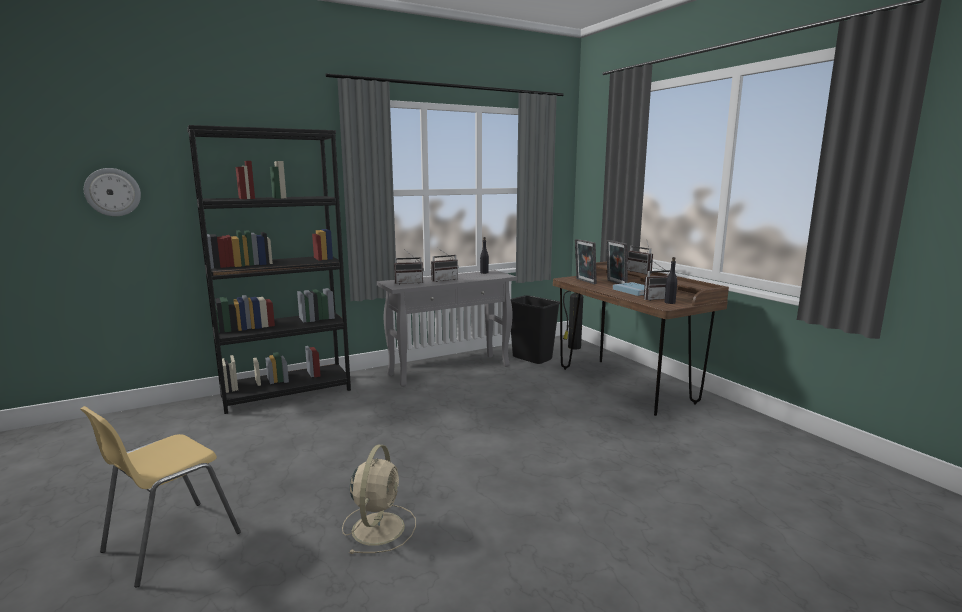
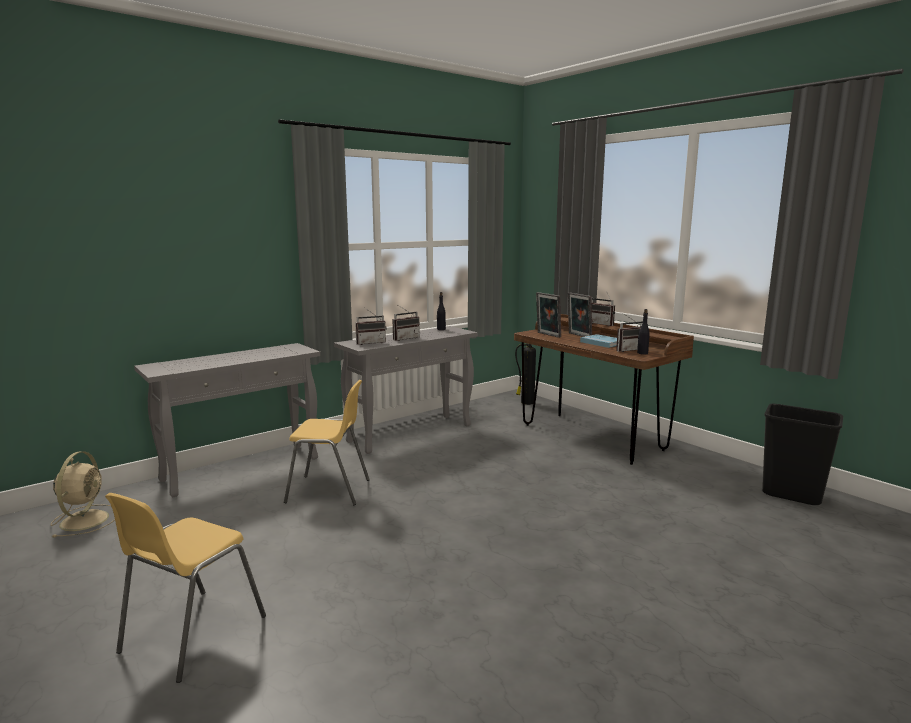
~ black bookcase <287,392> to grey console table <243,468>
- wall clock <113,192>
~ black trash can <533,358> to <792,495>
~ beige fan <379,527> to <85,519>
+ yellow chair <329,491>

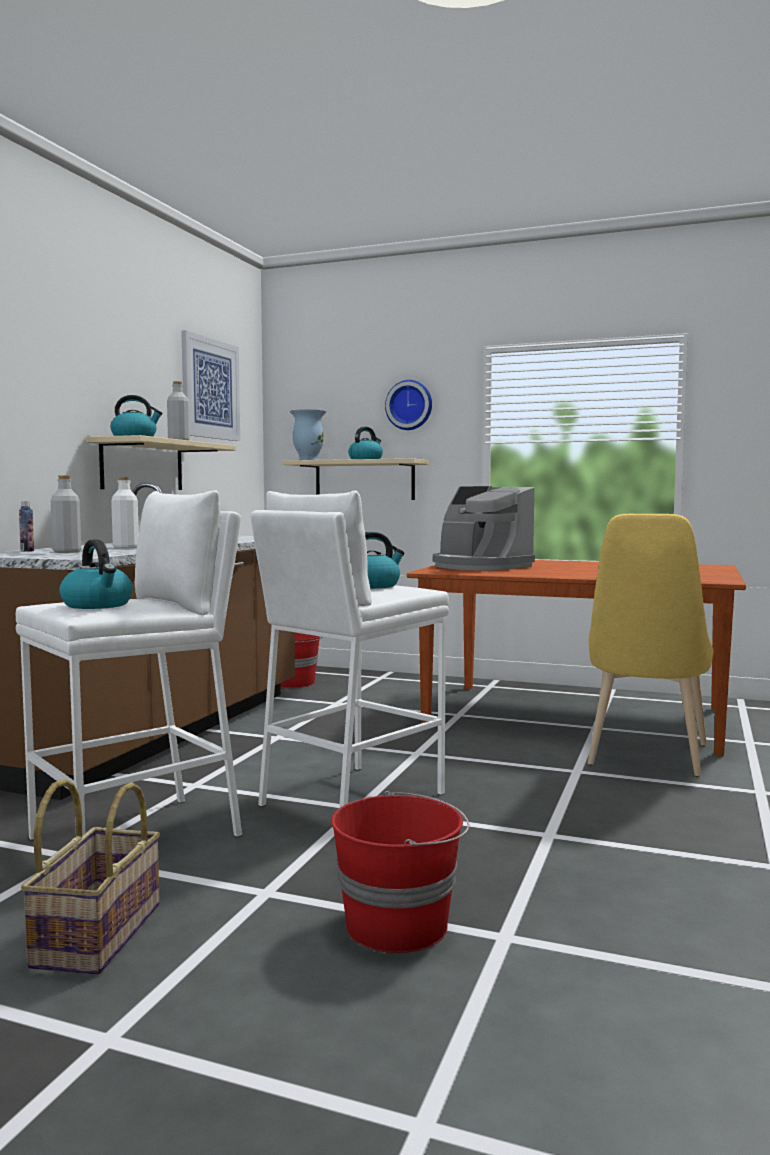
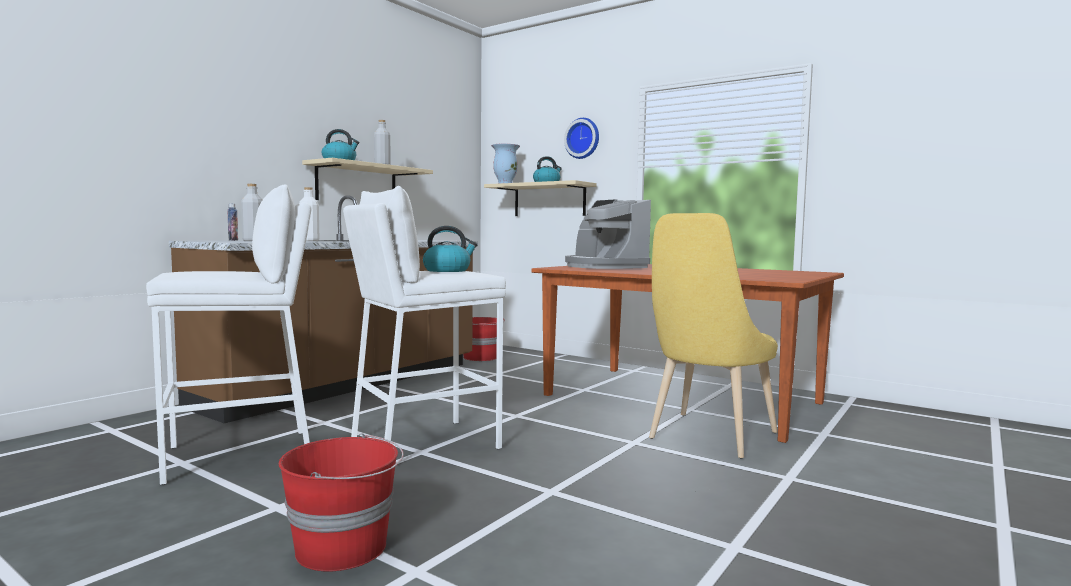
- picture <210,389>
- kettle <98,605>
- basket <96,934>

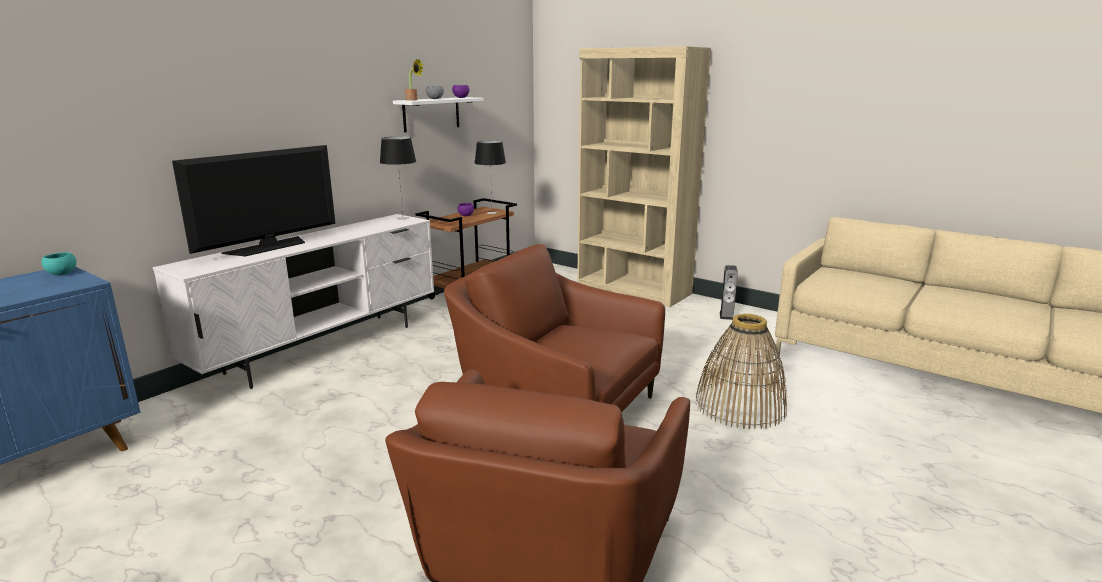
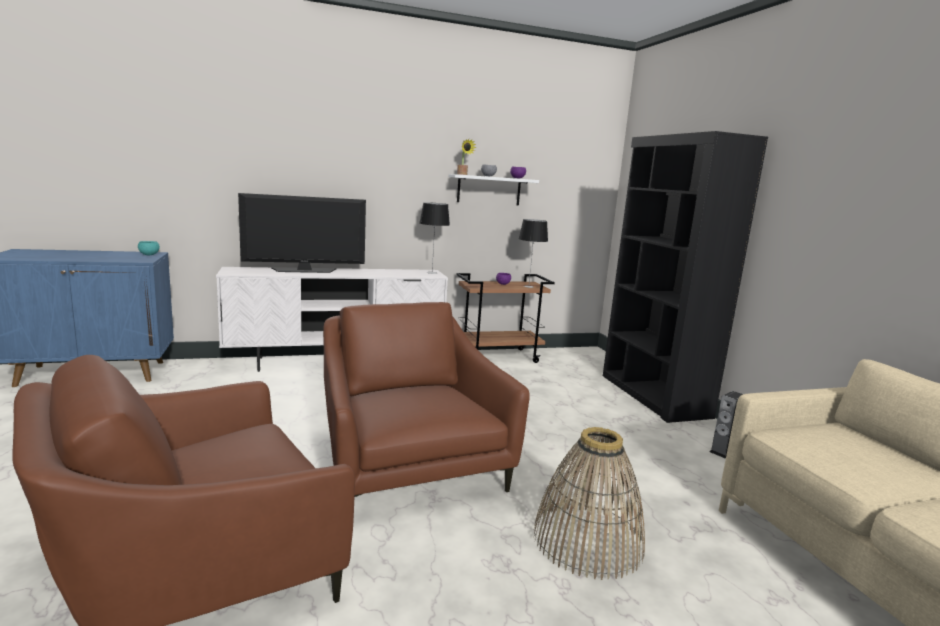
~ beige bookcase <633,289> to black bookcase <653,396>

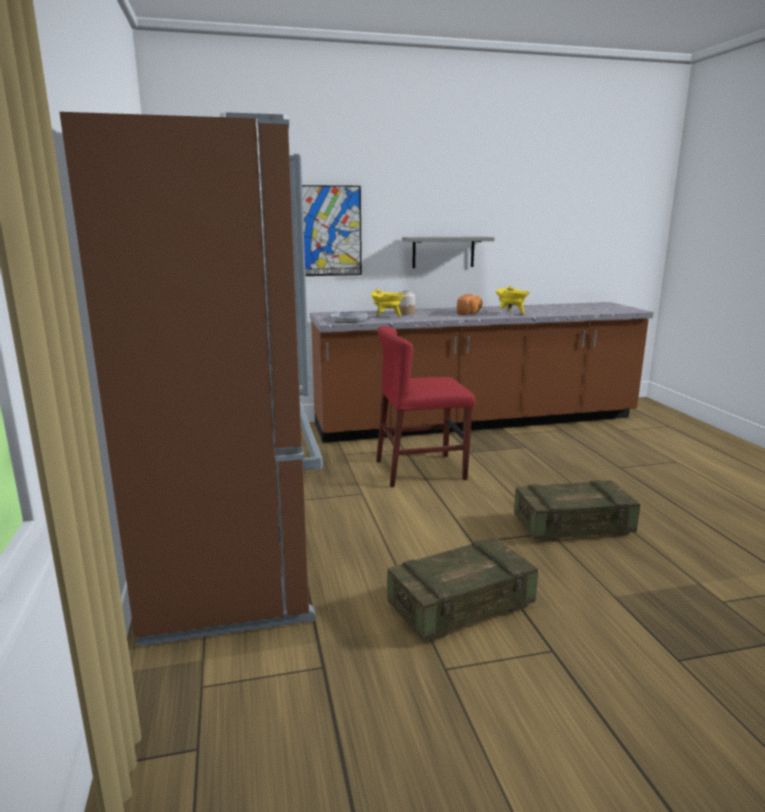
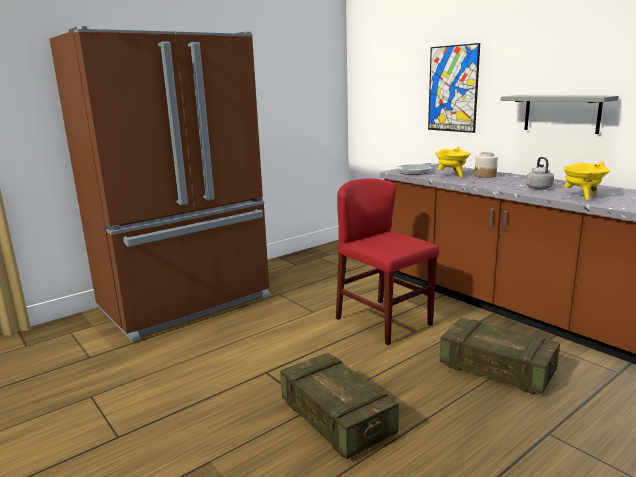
~ bread <470,313> to grey kettle <538,188>
~ crate <461,607> to <496,369>

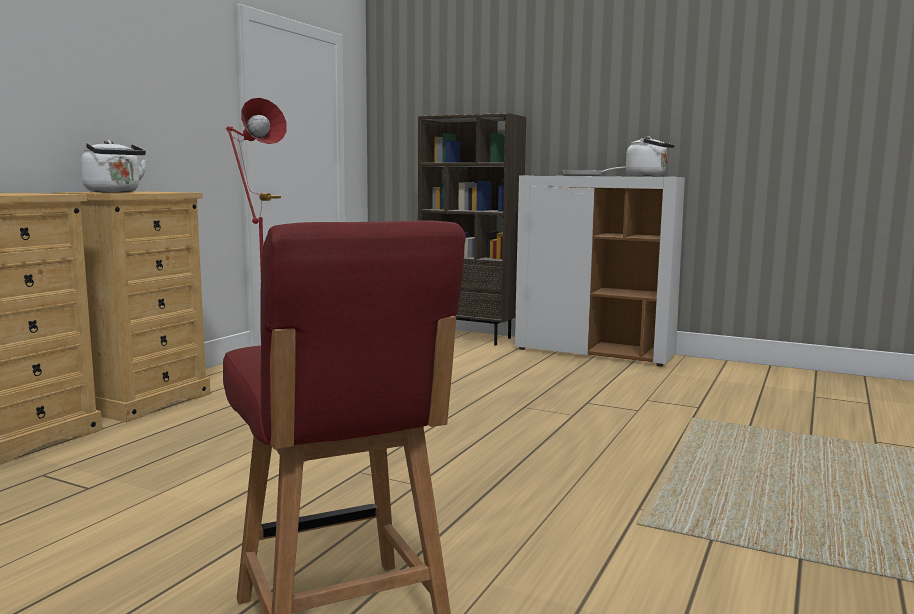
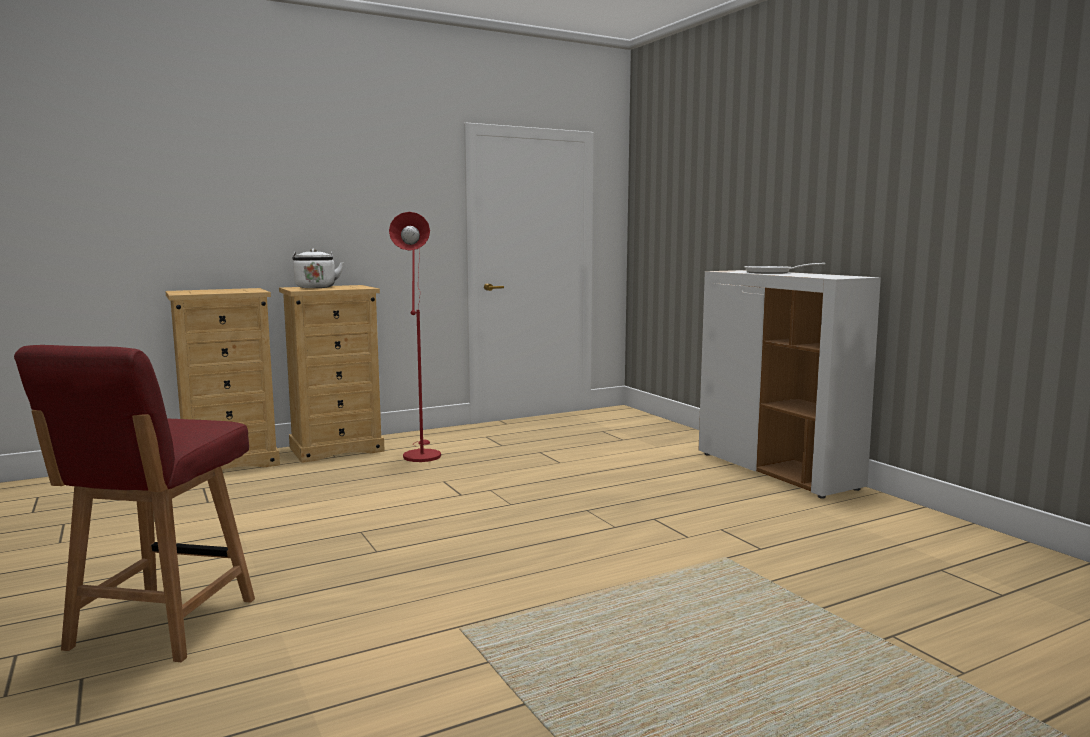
- brown bookcase <469,337>
- white kettle <648,176>

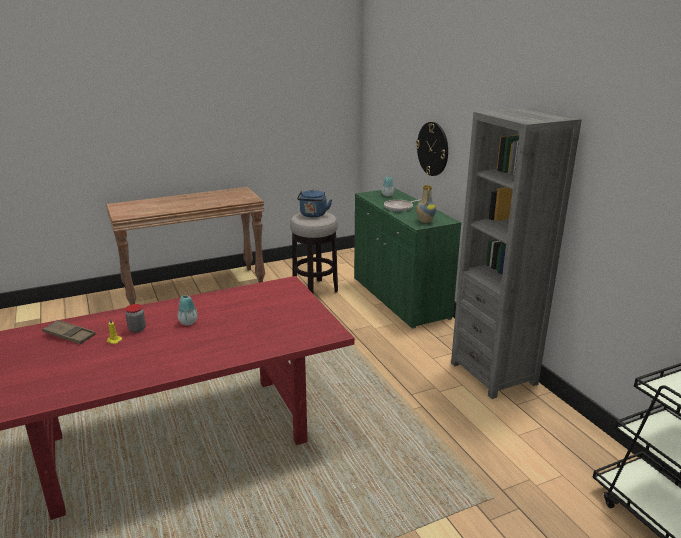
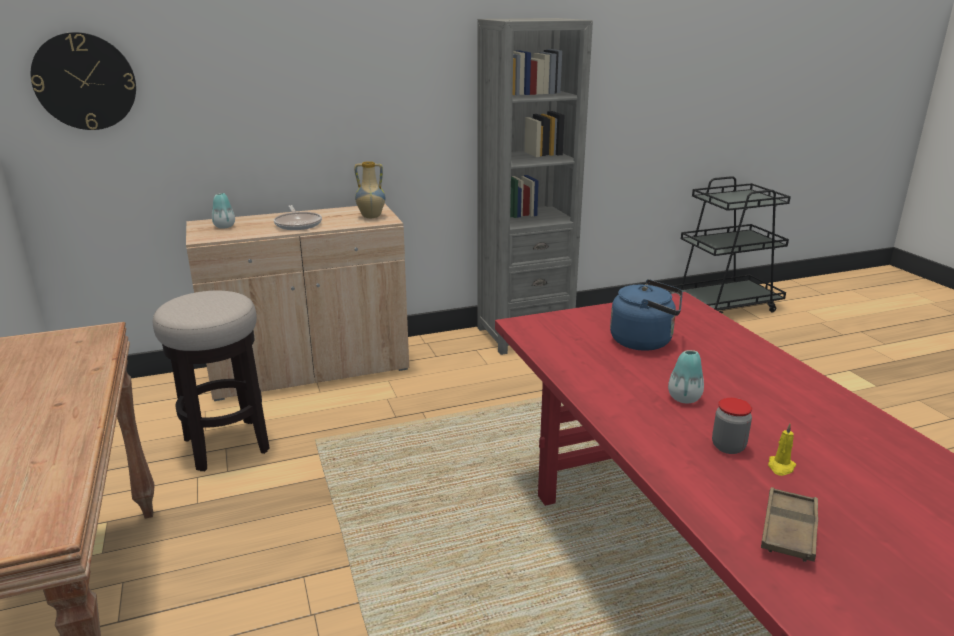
~ wall clock <433,149> to <85,82>
~ green cabinet <399,298> to beige cabinet <310,369>
~ blue kettle <313,215> to <645,341>

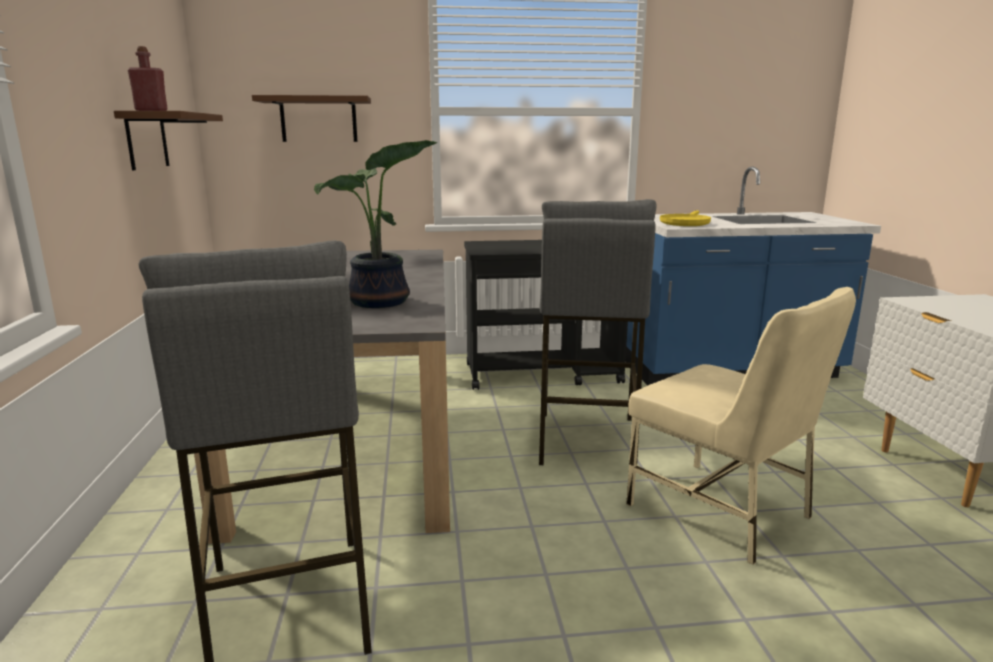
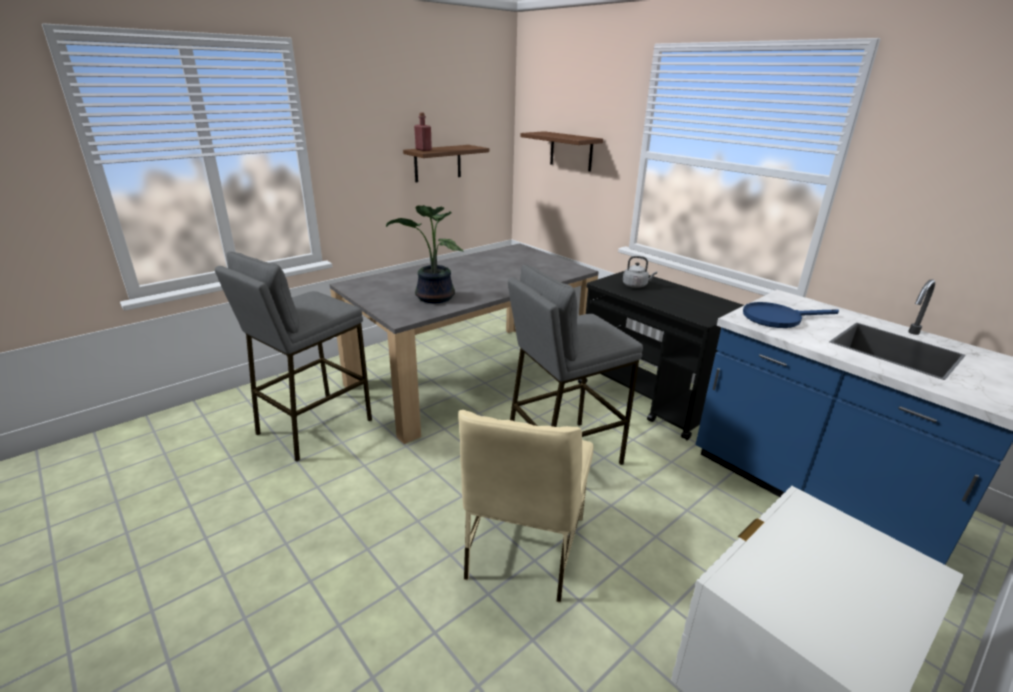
~ yellow frying pan <685,222> to blue frying pan <778,318>
+ grey kettle <636,285>

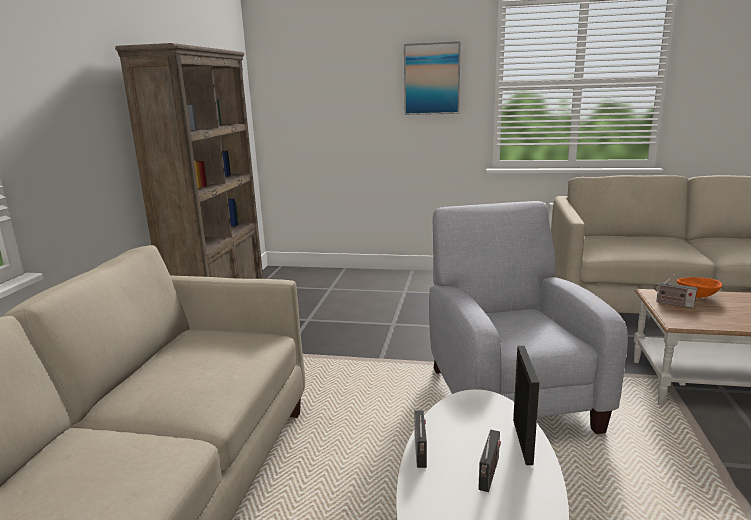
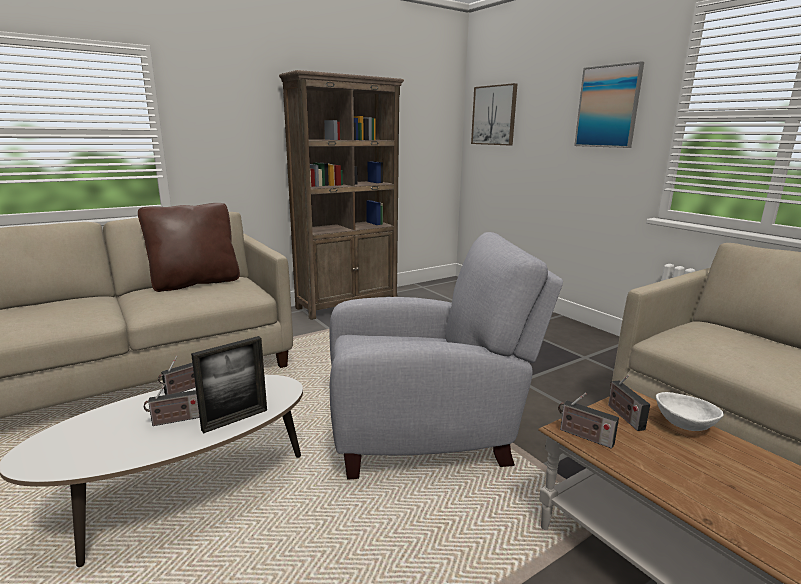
~ grey armchair <508,394> = <427,432> 45 degrees clockwise
~ orange bowl <696,296> to white bowl <683,426>
+ picture <494,115>
+ brown pillow <195,283>
+ radio <583,436>

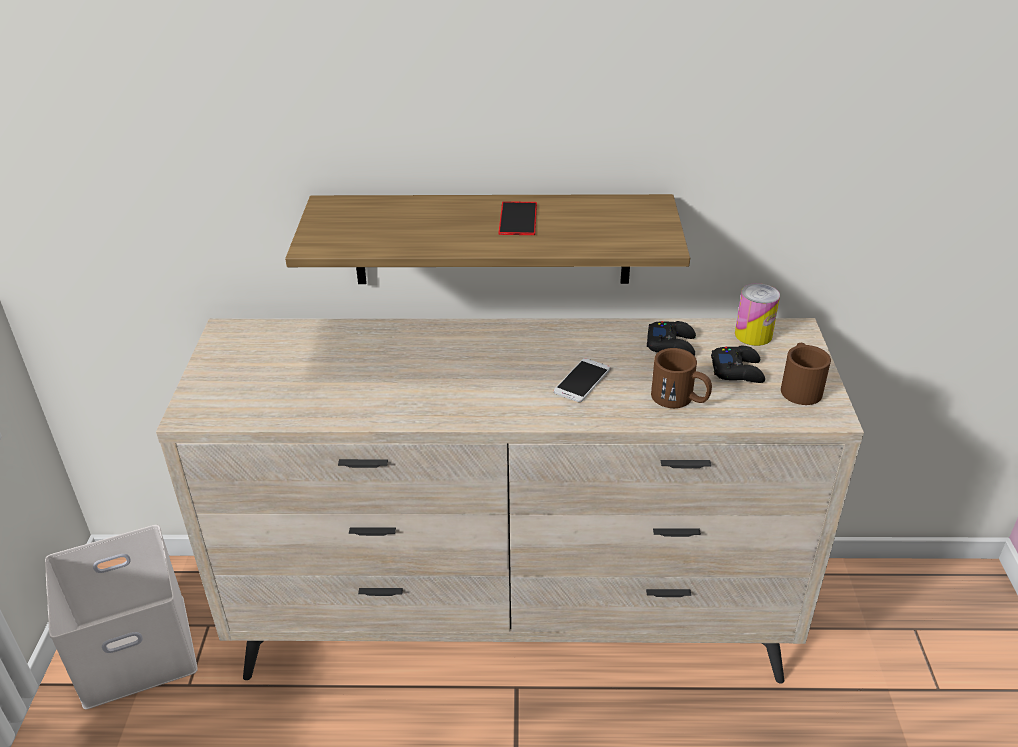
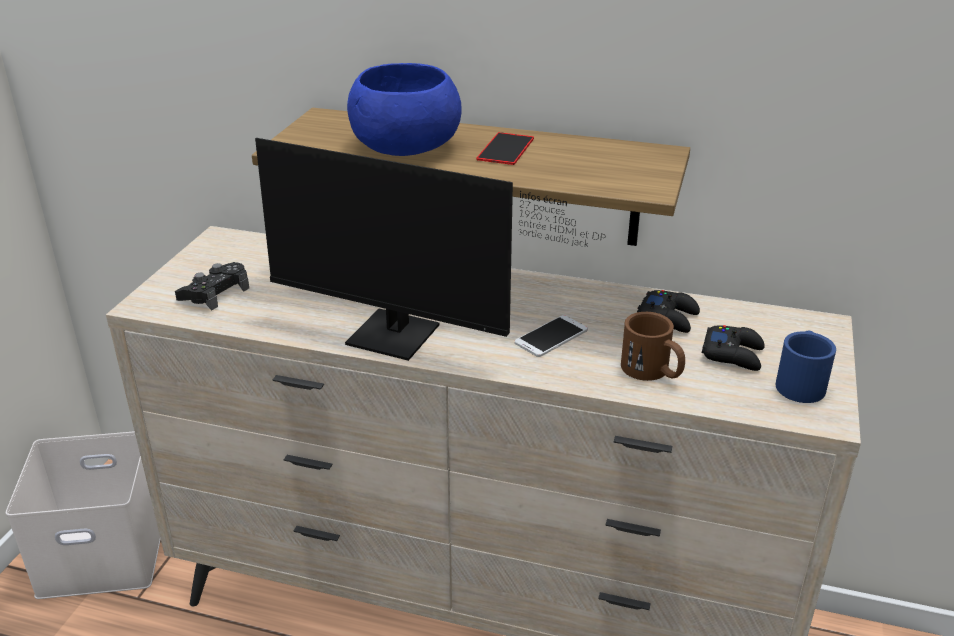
- can <753,335>
~ brown mug <799,386> to blue mug <800,382>
+ blue bowl <404,147>
+ monitor <403,339>
+ black game controller <215,293>

